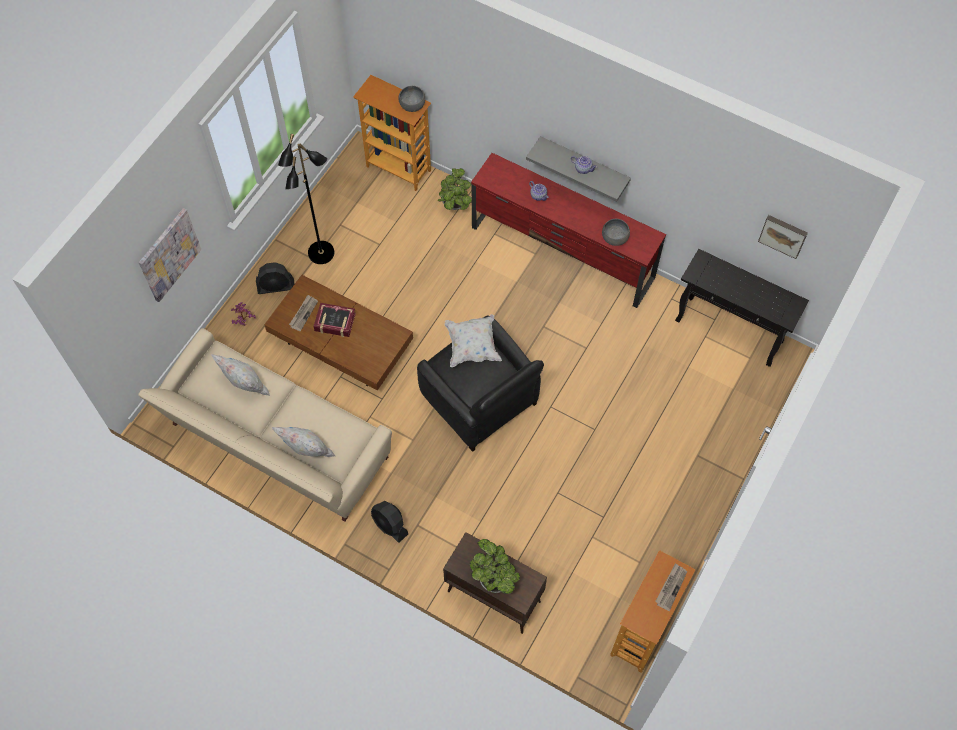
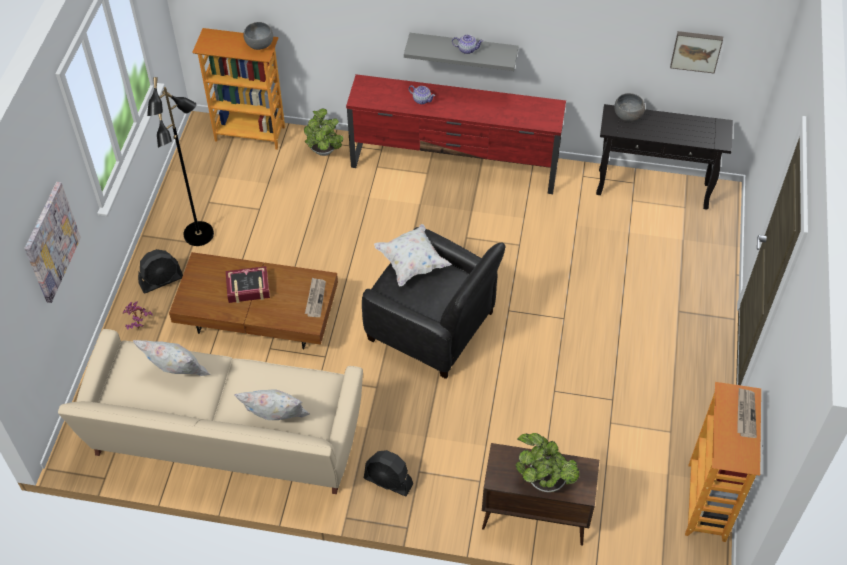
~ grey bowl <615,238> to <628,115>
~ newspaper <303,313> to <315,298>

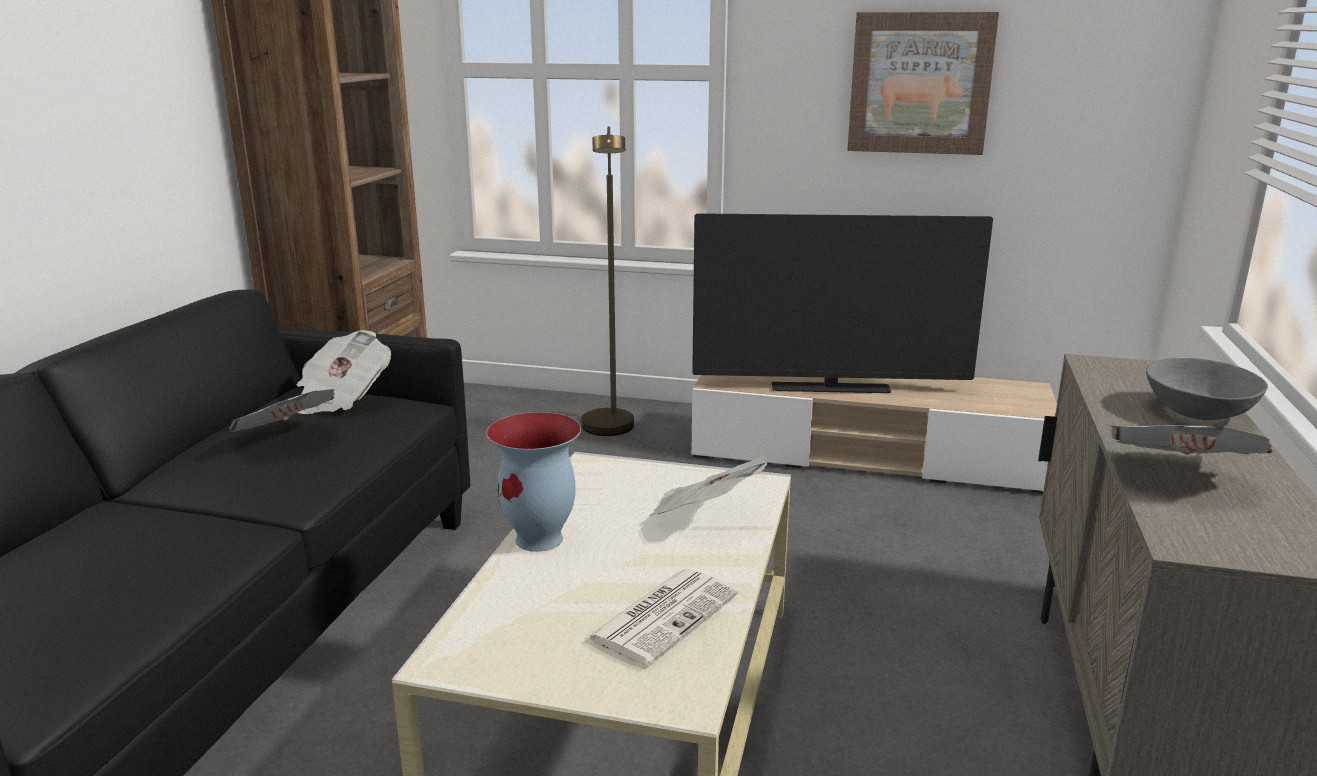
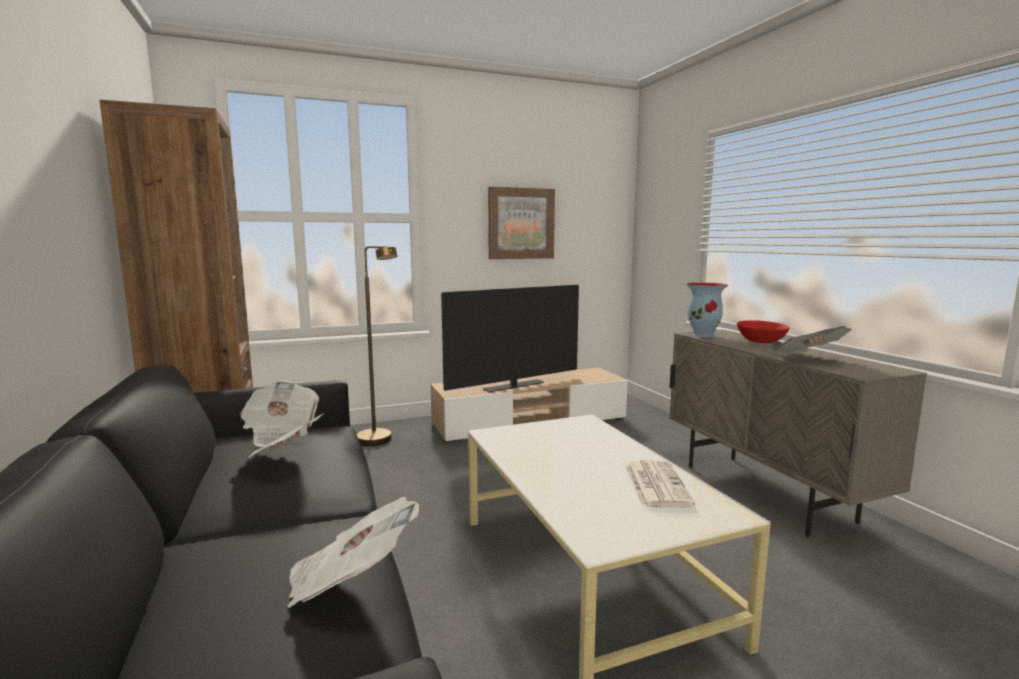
~ grey bowl <1197,412> to red bowl <760,341>
~ vase <540,539> to <704,335>
~ newspaper <706,515> to <351,580>

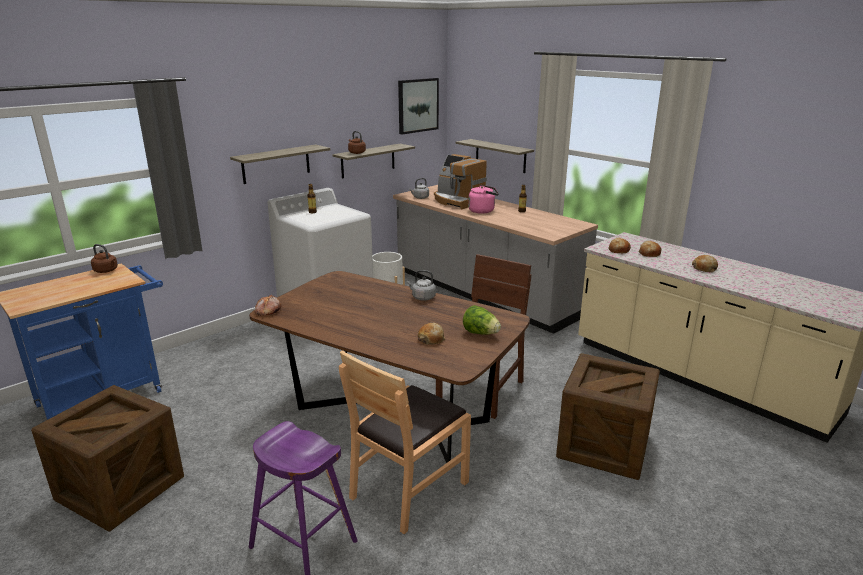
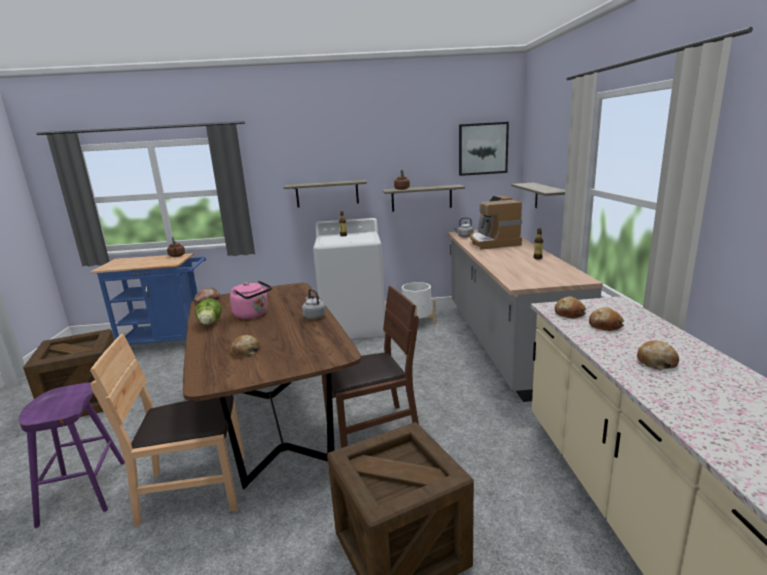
~ pink kettle <483,211> to <253,315>
~ lettuce <481,333> to <210,324>

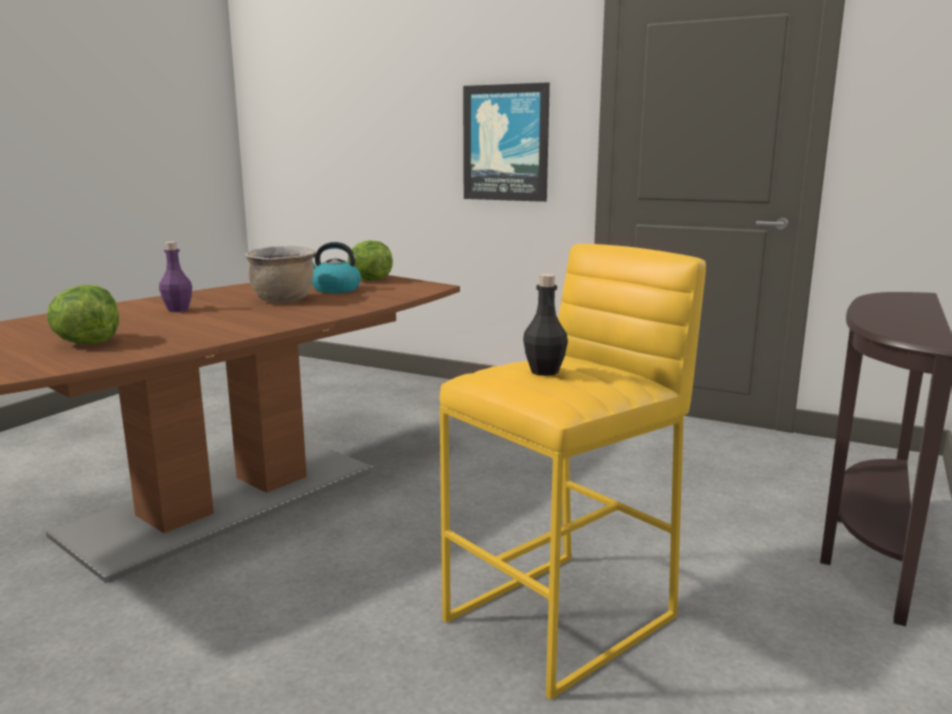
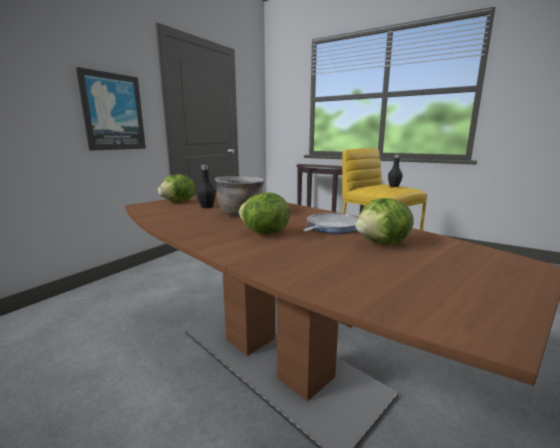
~ purple bottle <178,310> to lettuce <264,233>
~ kettle <335,289> to black bottle <207,207>
+ frying pan <331,227>

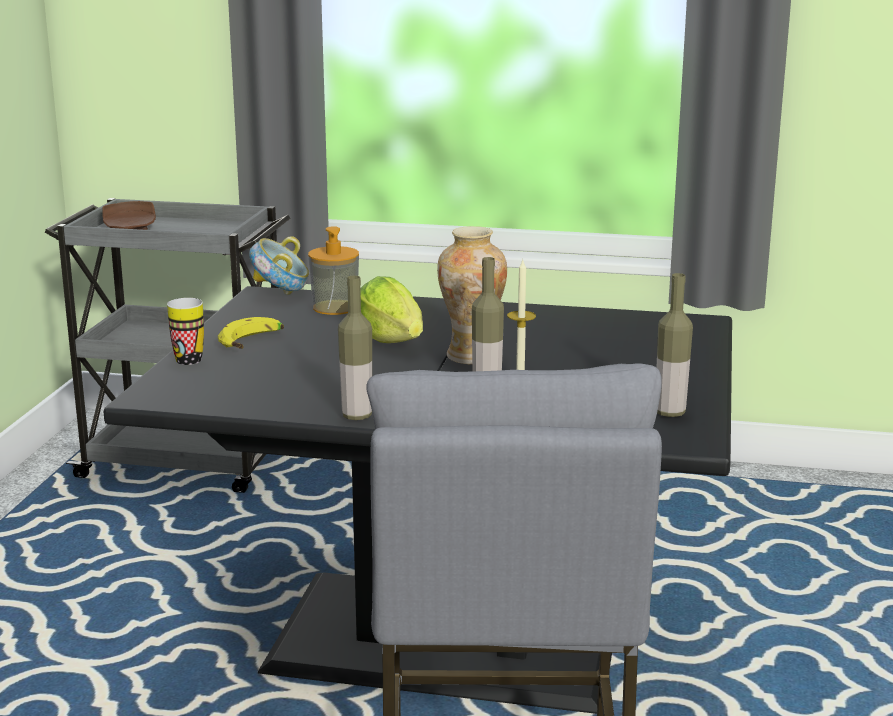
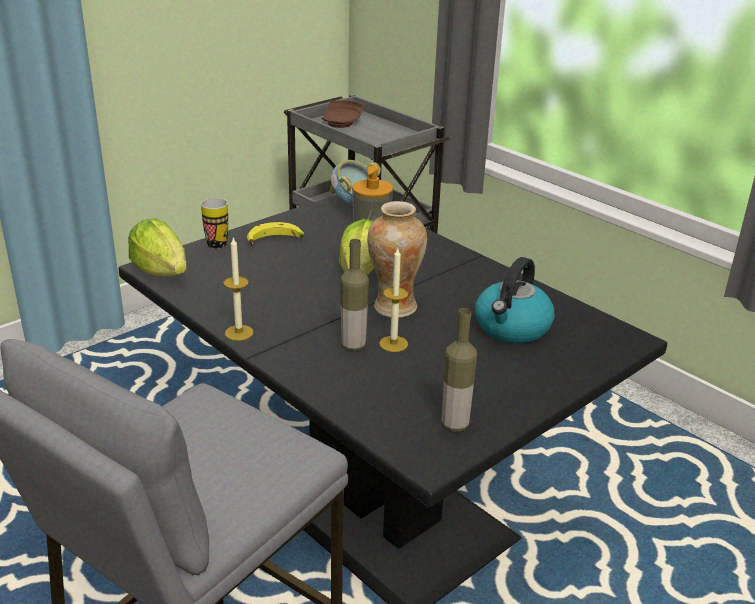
~ bottle <357,416> to candle <239,333>
+ lettuce <161,271>
+ kettle <512,328>

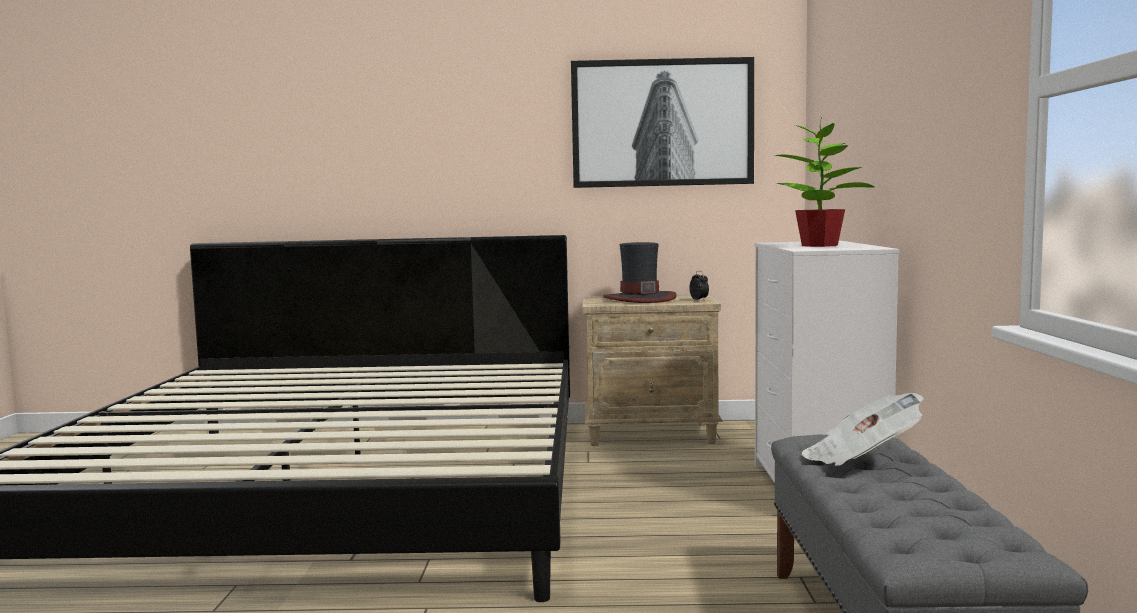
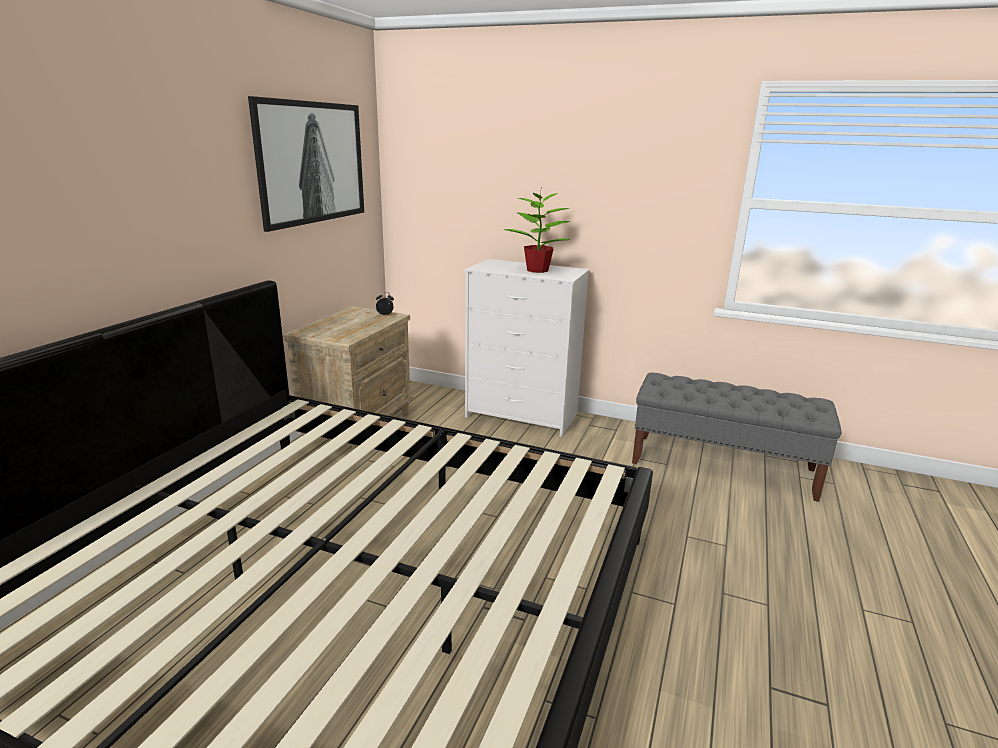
- hat <639,299>
- newspaper <861,459>

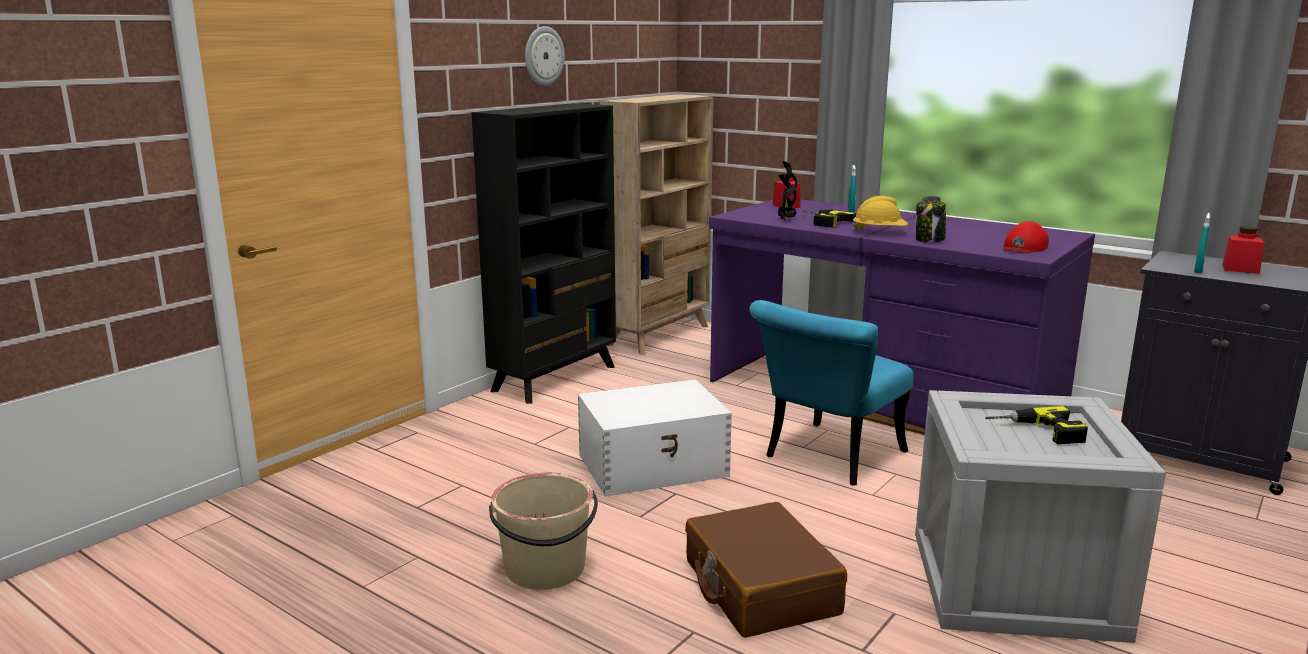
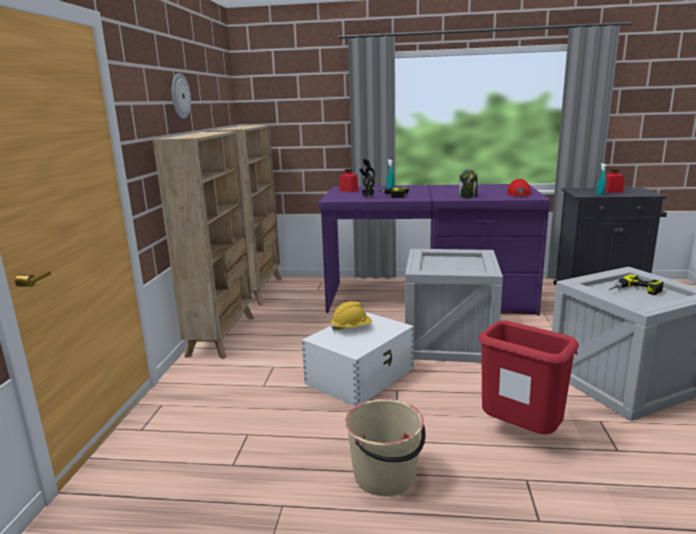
~ black bookcase <555,378> to beige bookcase <222,335>
~ yellow hard hat <879,232> to <351,328>
~ turquoise chair <827,459> to crate <449,341>
~ brown suitcase <760,587> to red trash can <521,434>

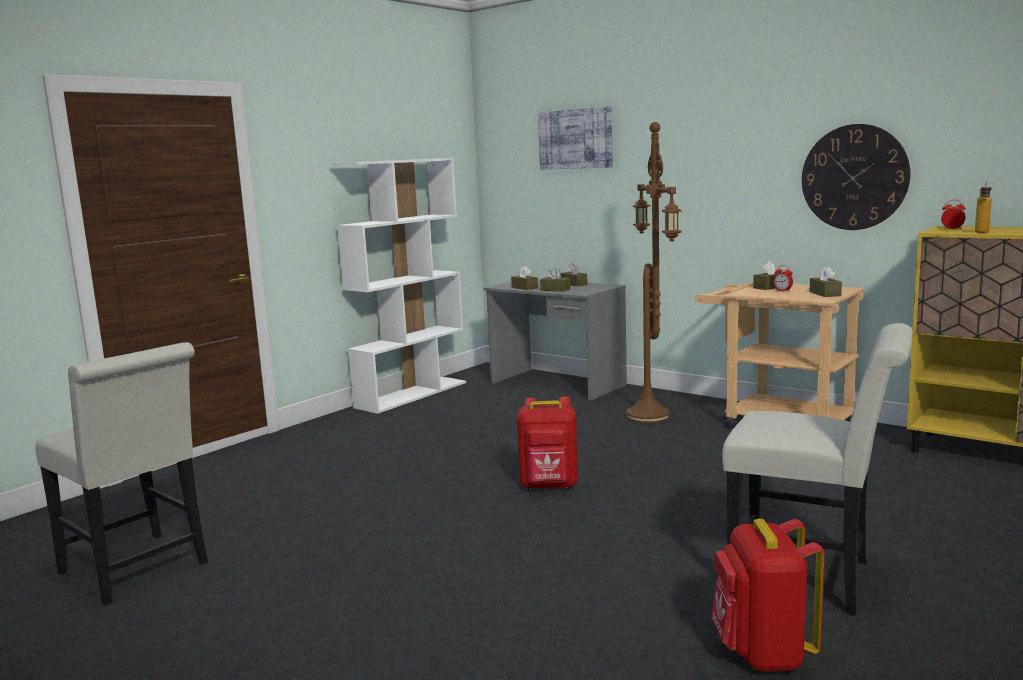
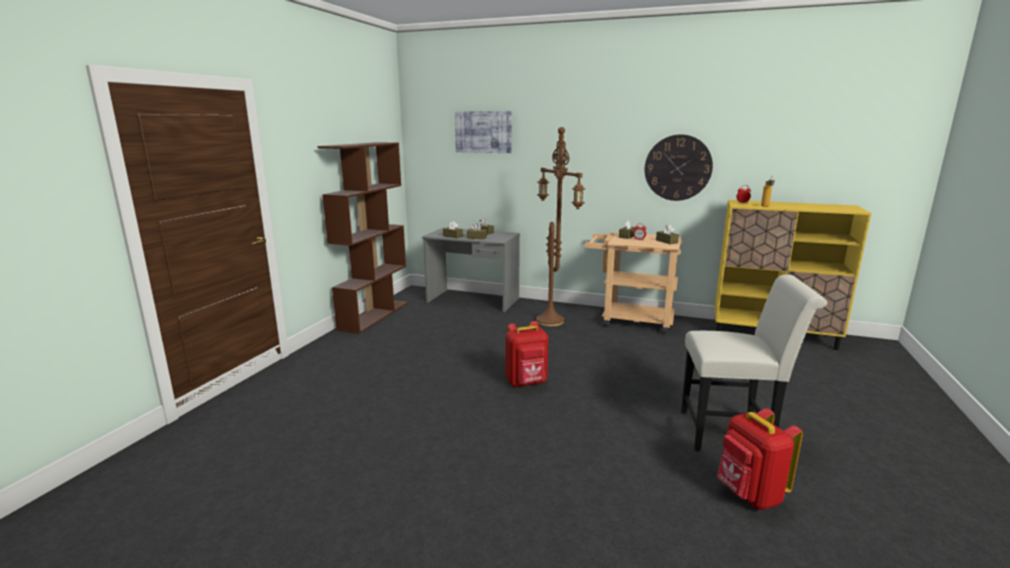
~ white bookcase <412,394> to brown bookcase <374,315>
- white chair <139,571>

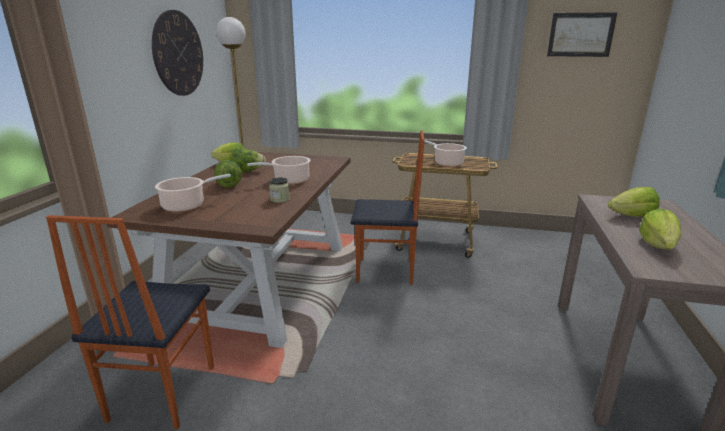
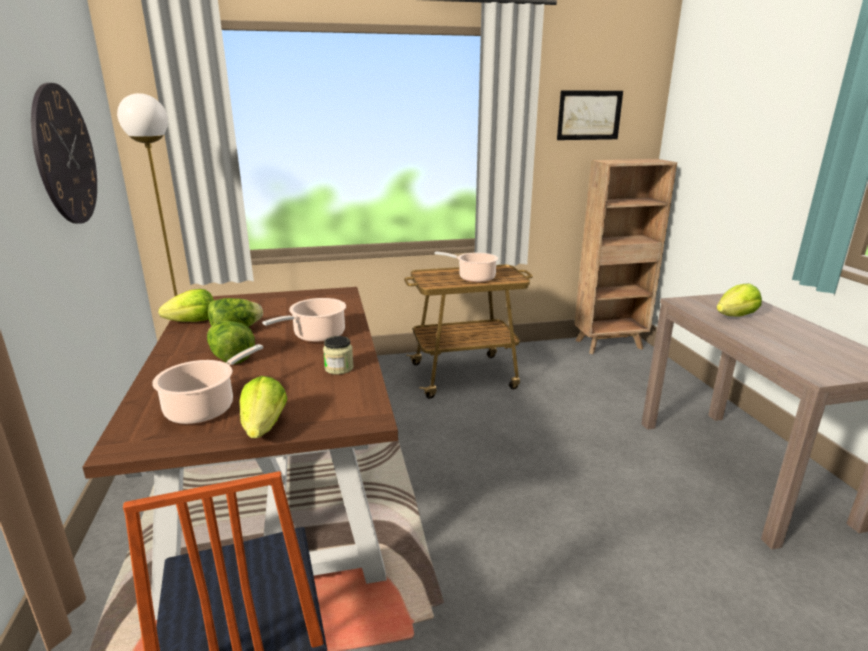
- chair <386,272>
~ lettuce <658,246> to <264,427>
+ brown bookcase <610,344>

